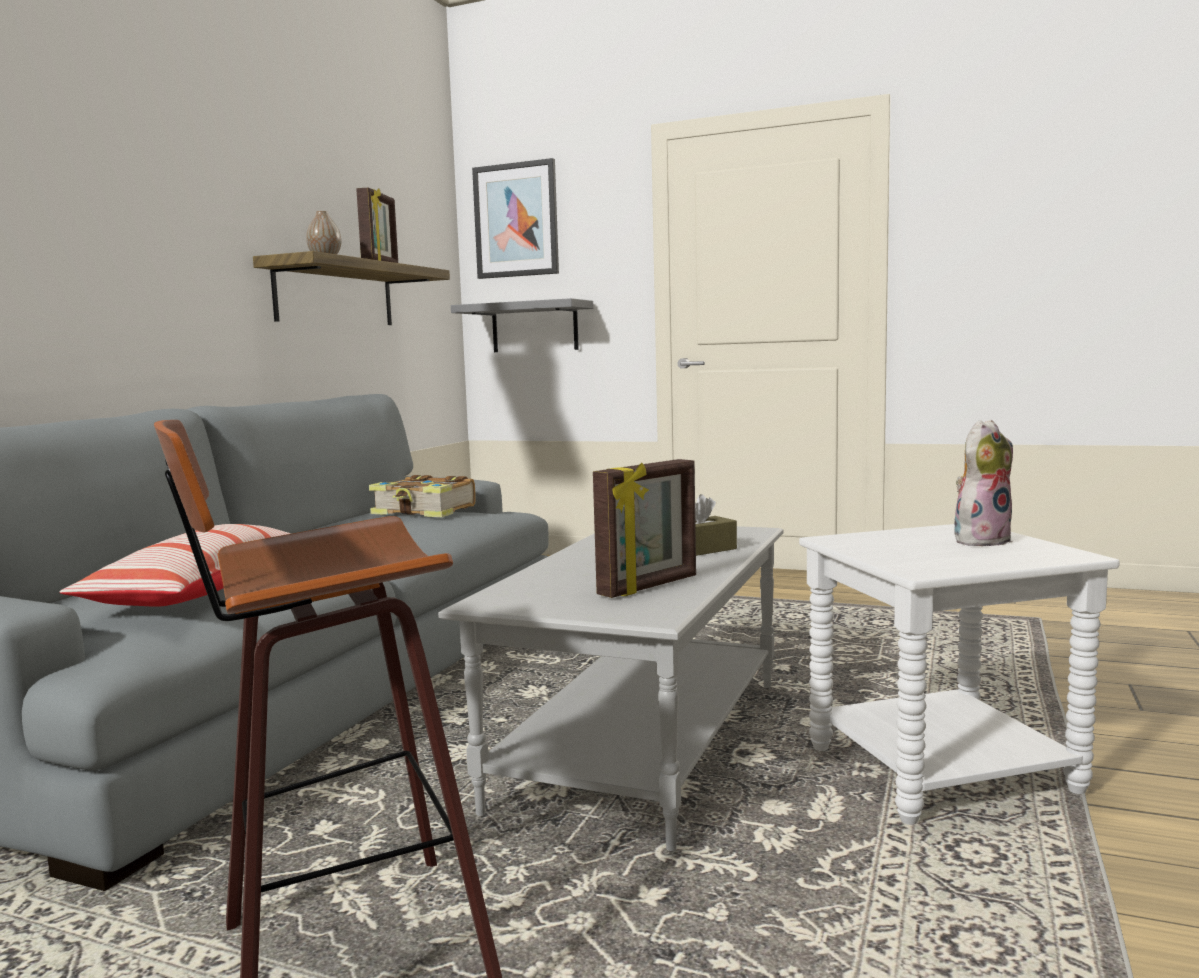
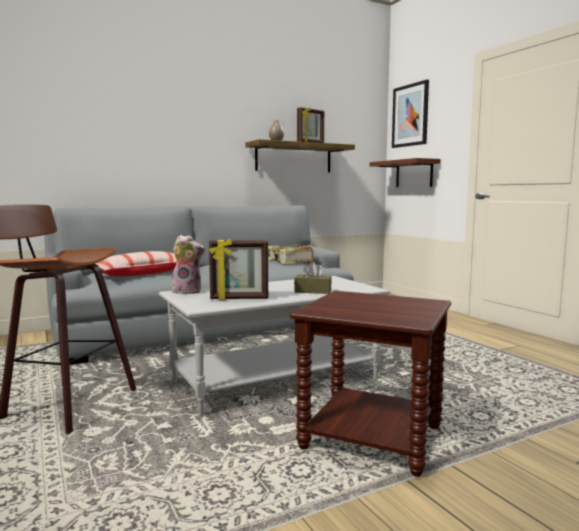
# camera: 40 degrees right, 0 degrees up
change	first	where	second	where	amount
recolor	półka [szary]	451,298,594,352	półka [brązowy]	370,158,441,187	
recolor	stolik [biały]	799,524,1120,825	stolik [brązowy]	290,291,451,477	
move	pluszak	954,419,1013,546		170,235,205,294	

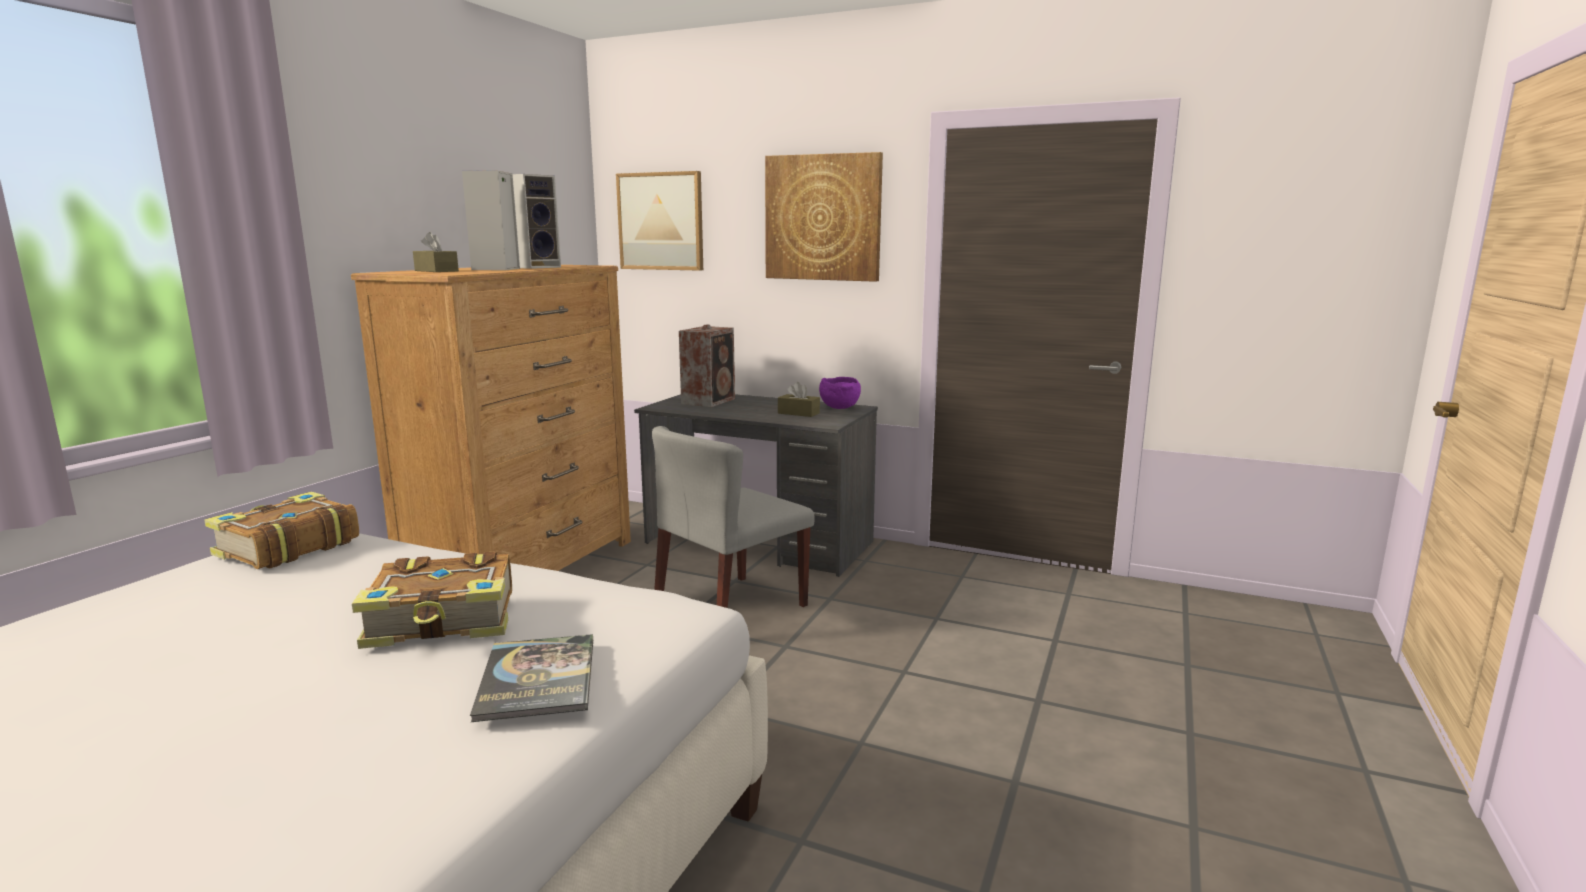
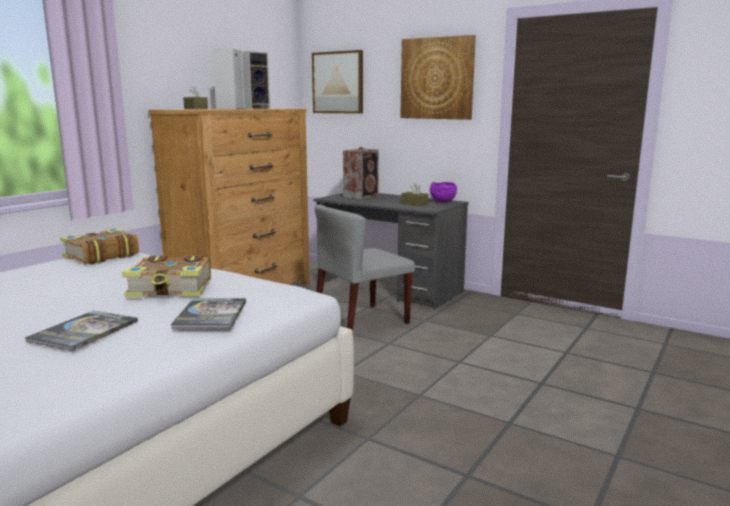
# camera: 10 degrees right, 0 degrees up
change	first	where	second	where	amount
insert			książka	24,311,138,351	

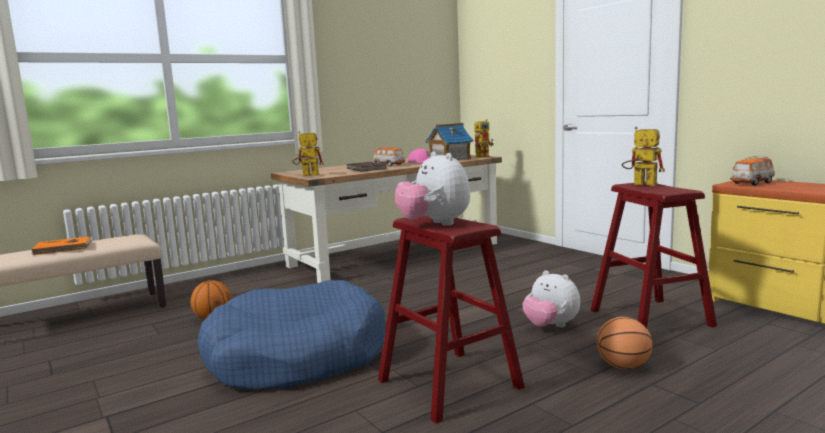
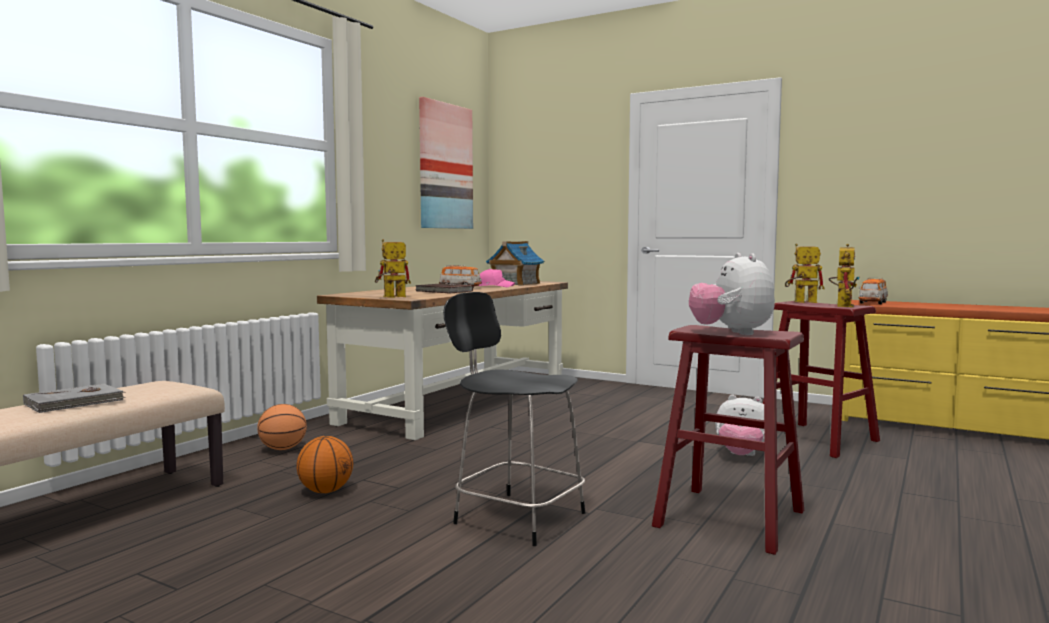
# camera: 25 degrees left, 5 degrees down
change	first	where	second	where	amount
recolor	książka [pomarańczowy]	31,236,92,255	książka [szary]	23,384,126,413	
replace	legowisko [niebieski]	197,280,385,390	stołek [czarny]	443,292,585,546	
rotate	pluszak	395,151,470,226		689,253,775,335	45 degrees clockwise
move	robot zabawkowy	474,119,494,158		829,244,860,307	
move	piłka do koszykówki	596,317,653,369		257,404,307,450	
insert			obraz	419,97,473,229	

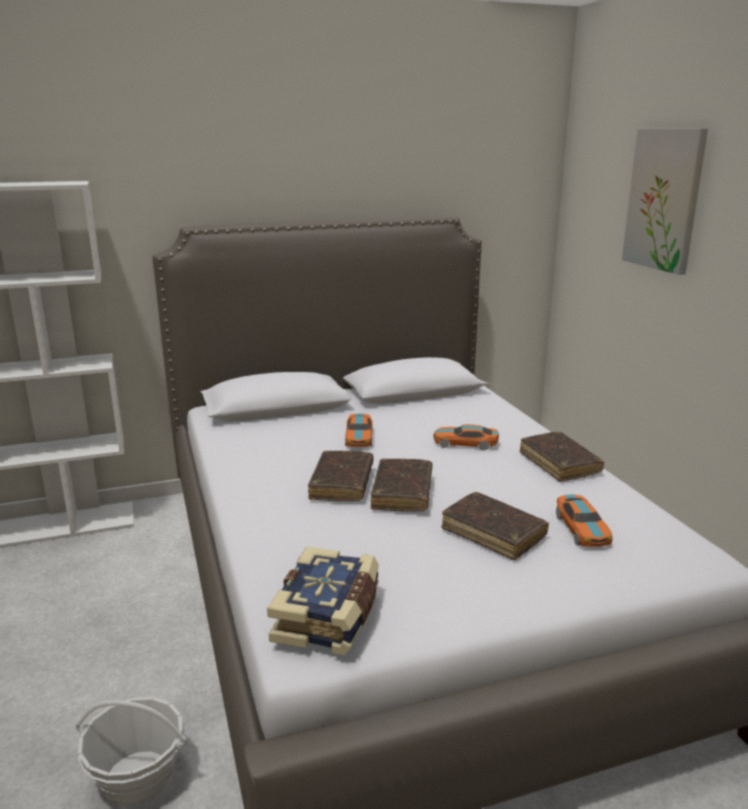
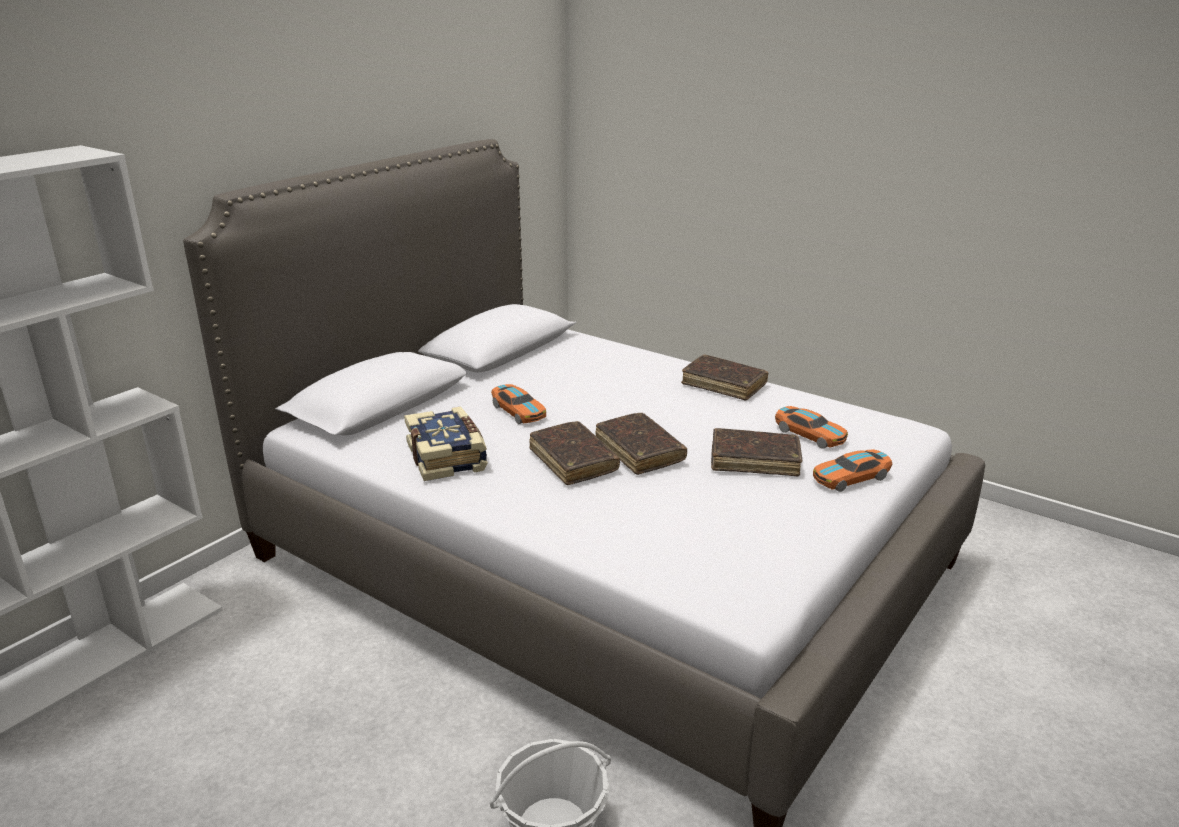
# camera: 35 degrees left, 5 degrees up
change	first	where	second	where	amount
move	książka	267,546,379,655		404,407,488,481	
move	samochodzik	433,424,499,450		813,449,892,492	
delete	obraz	622,129,708,275			

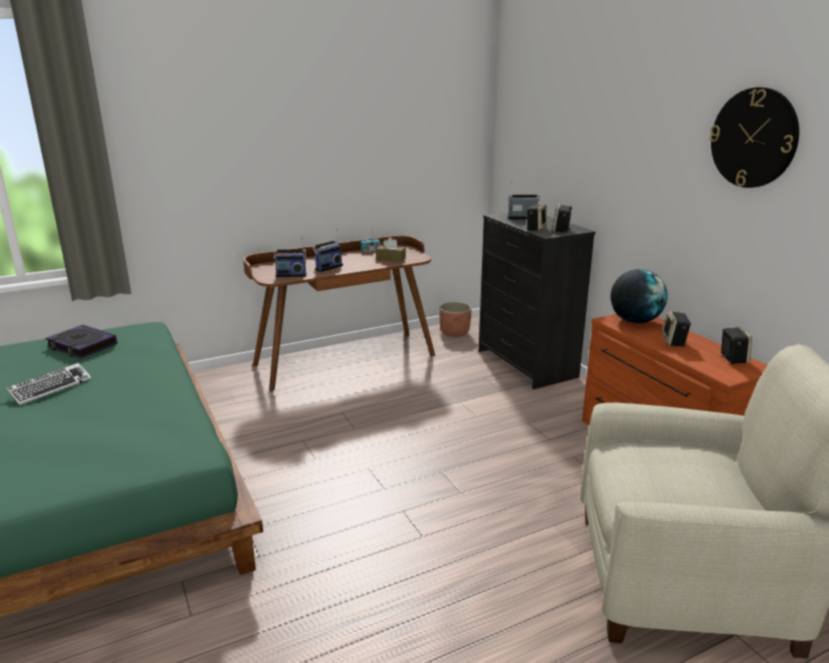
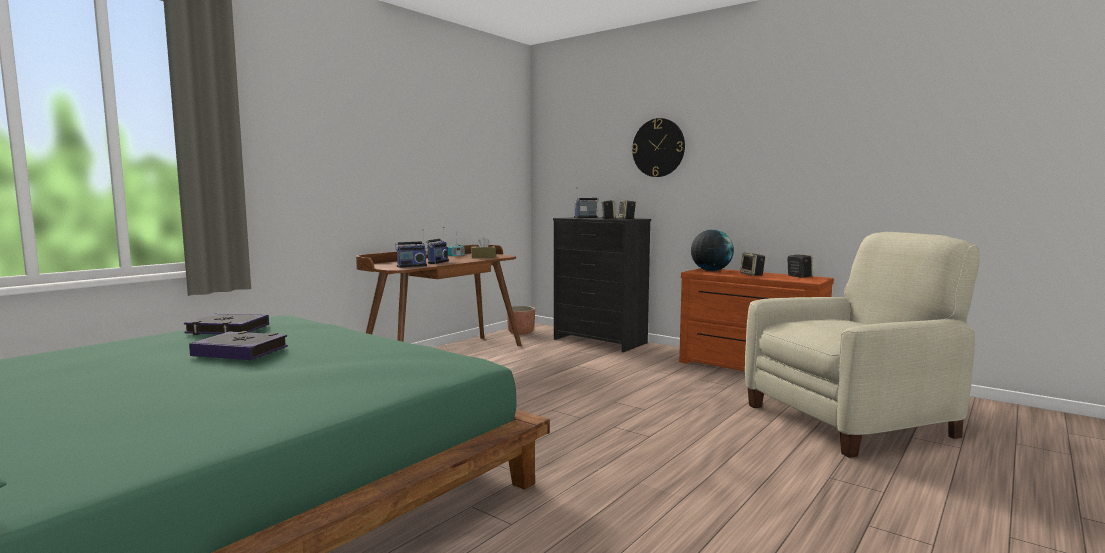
# camera: 25 degrees left, 15 degrees down
change	first	where	second	where	amount
replace	klawiatura	6,363,92,405	książka	189,331,288,360	
move	zegar ścienny	710,87,799,188		632,118,685,177	

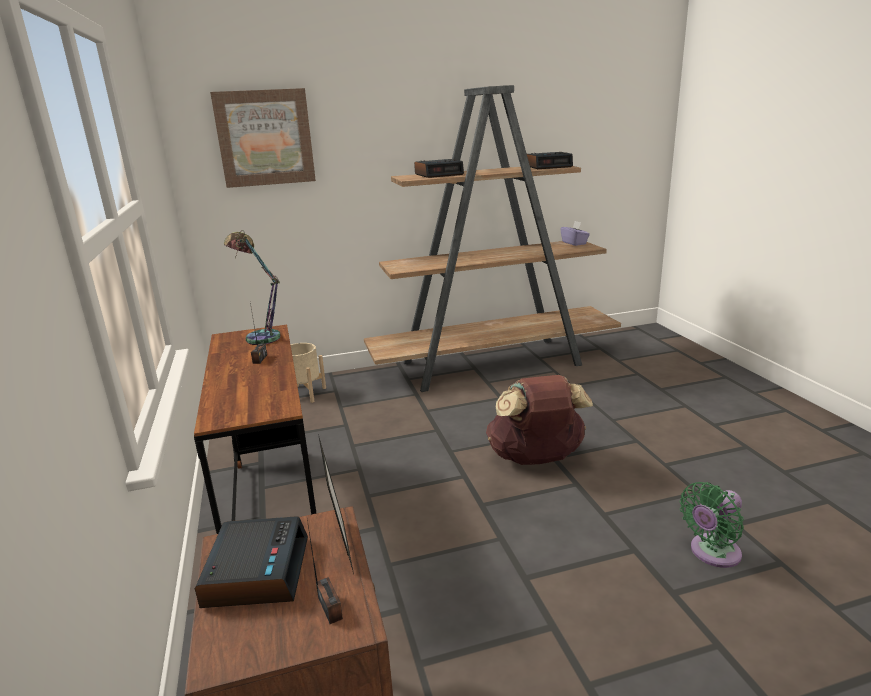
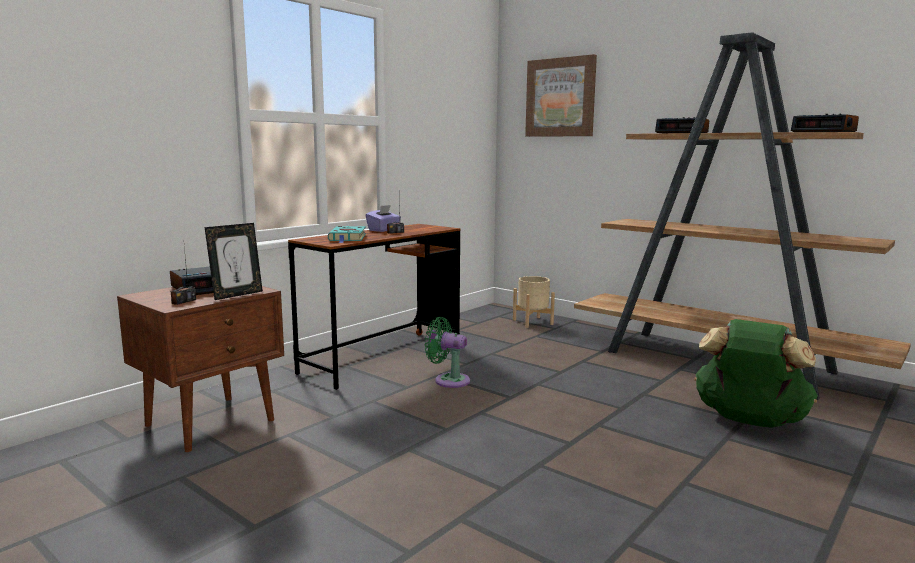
# camera: 55 degrees right, 10 degrees down
change	first	where	second	where	amount
delete	lampa stołowa	224,230,281,345			
delete	plecak [brązowy]	486,375,593,465			
move	pudełko chusteczek [fioletowy]	560,221,590,246		366,205,401,232	
move	wentylator [zielony]	680,482,744,568		425,317,470,388	
insert			książka [turkusowy]	328,226,366,243	
insert			plecak [zielony]	694,319,818,428	

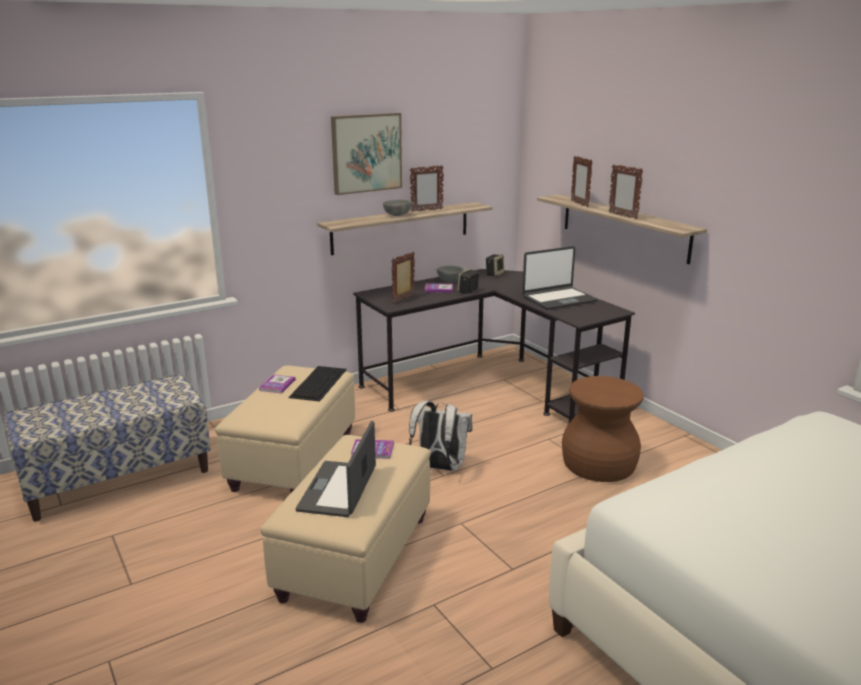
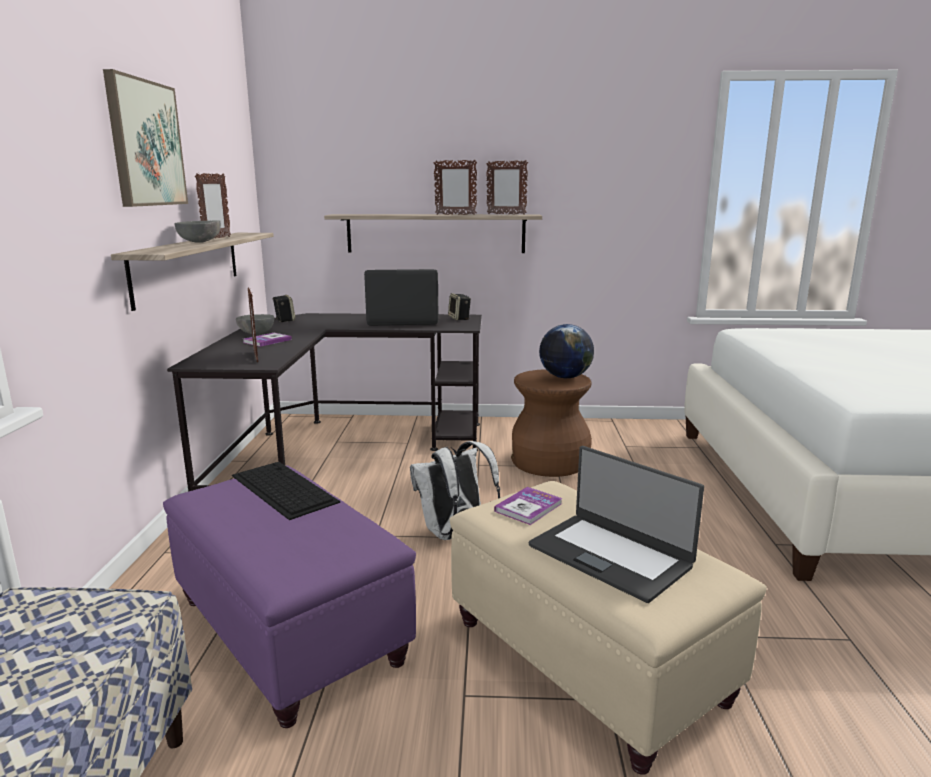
# camera: 55 degrees left, 5 degrees down
change	first	where	second	where	amount
recolor	pufa [beżowy]	215,365,355,492	pufa [fioletowy]	163,465,416,728	
delete	książka	259,374,296,394			
move	głośnik	457,269,479,294		448,293,471,320	
rotate	laptop	522,246,598,310		364,269,439,326	105 degrees counterclockwise
move	ramka na zdjęcie	571,156,593,208		486,160,528,215	
insert			globus	539,324,594,378	

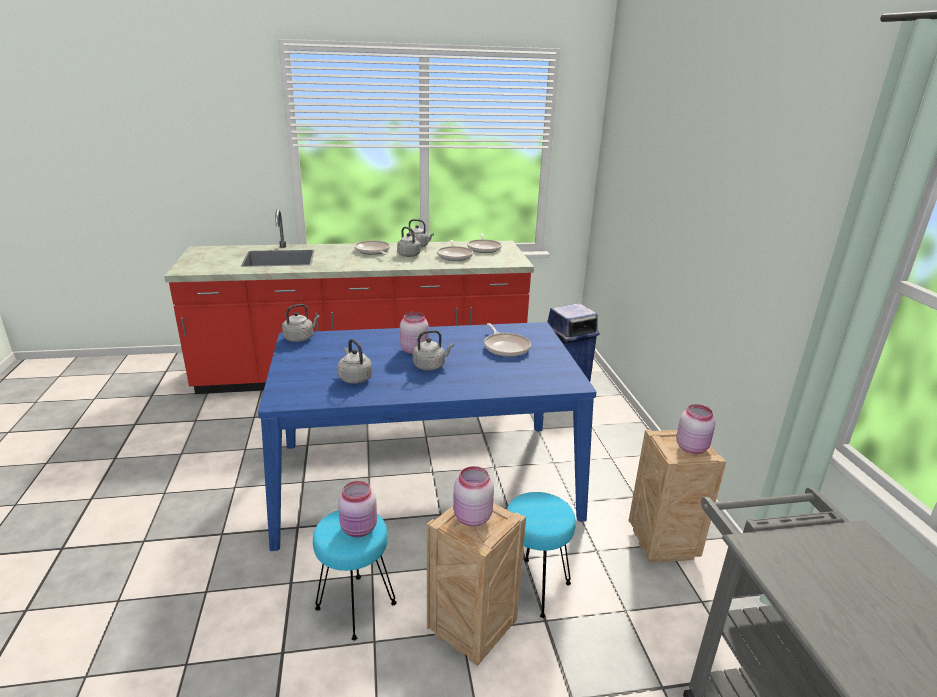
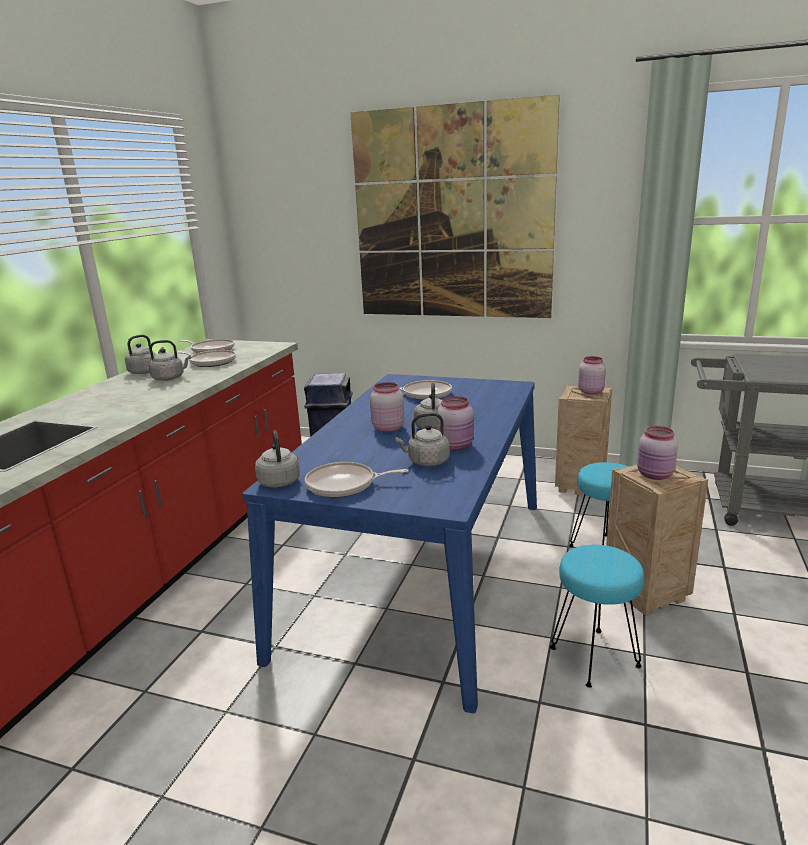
# camera: 60 degrees left, 5 degrees down
change	first	where	second	where	amount
move	słoik [różowy]	338,481,377,537		437,396,474,450	
move	patelnia	354,240,390,255		305,462,409,498	
insert			obraz	350,95,560,318	

